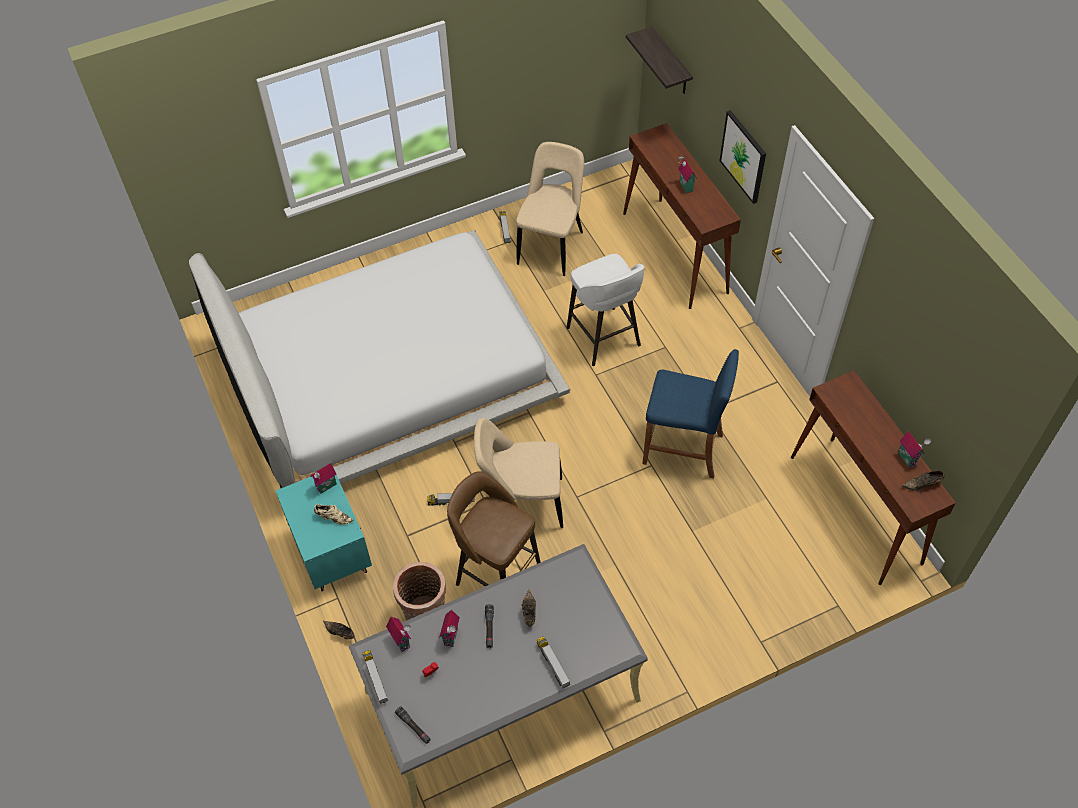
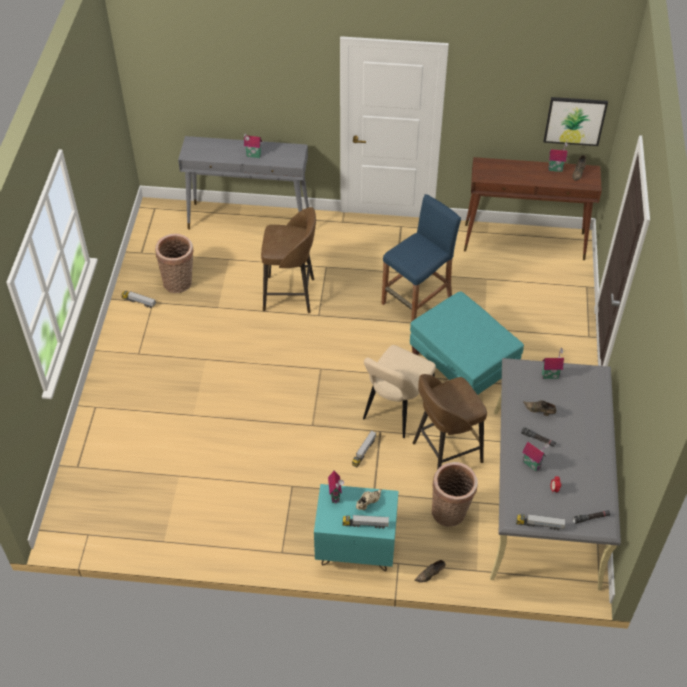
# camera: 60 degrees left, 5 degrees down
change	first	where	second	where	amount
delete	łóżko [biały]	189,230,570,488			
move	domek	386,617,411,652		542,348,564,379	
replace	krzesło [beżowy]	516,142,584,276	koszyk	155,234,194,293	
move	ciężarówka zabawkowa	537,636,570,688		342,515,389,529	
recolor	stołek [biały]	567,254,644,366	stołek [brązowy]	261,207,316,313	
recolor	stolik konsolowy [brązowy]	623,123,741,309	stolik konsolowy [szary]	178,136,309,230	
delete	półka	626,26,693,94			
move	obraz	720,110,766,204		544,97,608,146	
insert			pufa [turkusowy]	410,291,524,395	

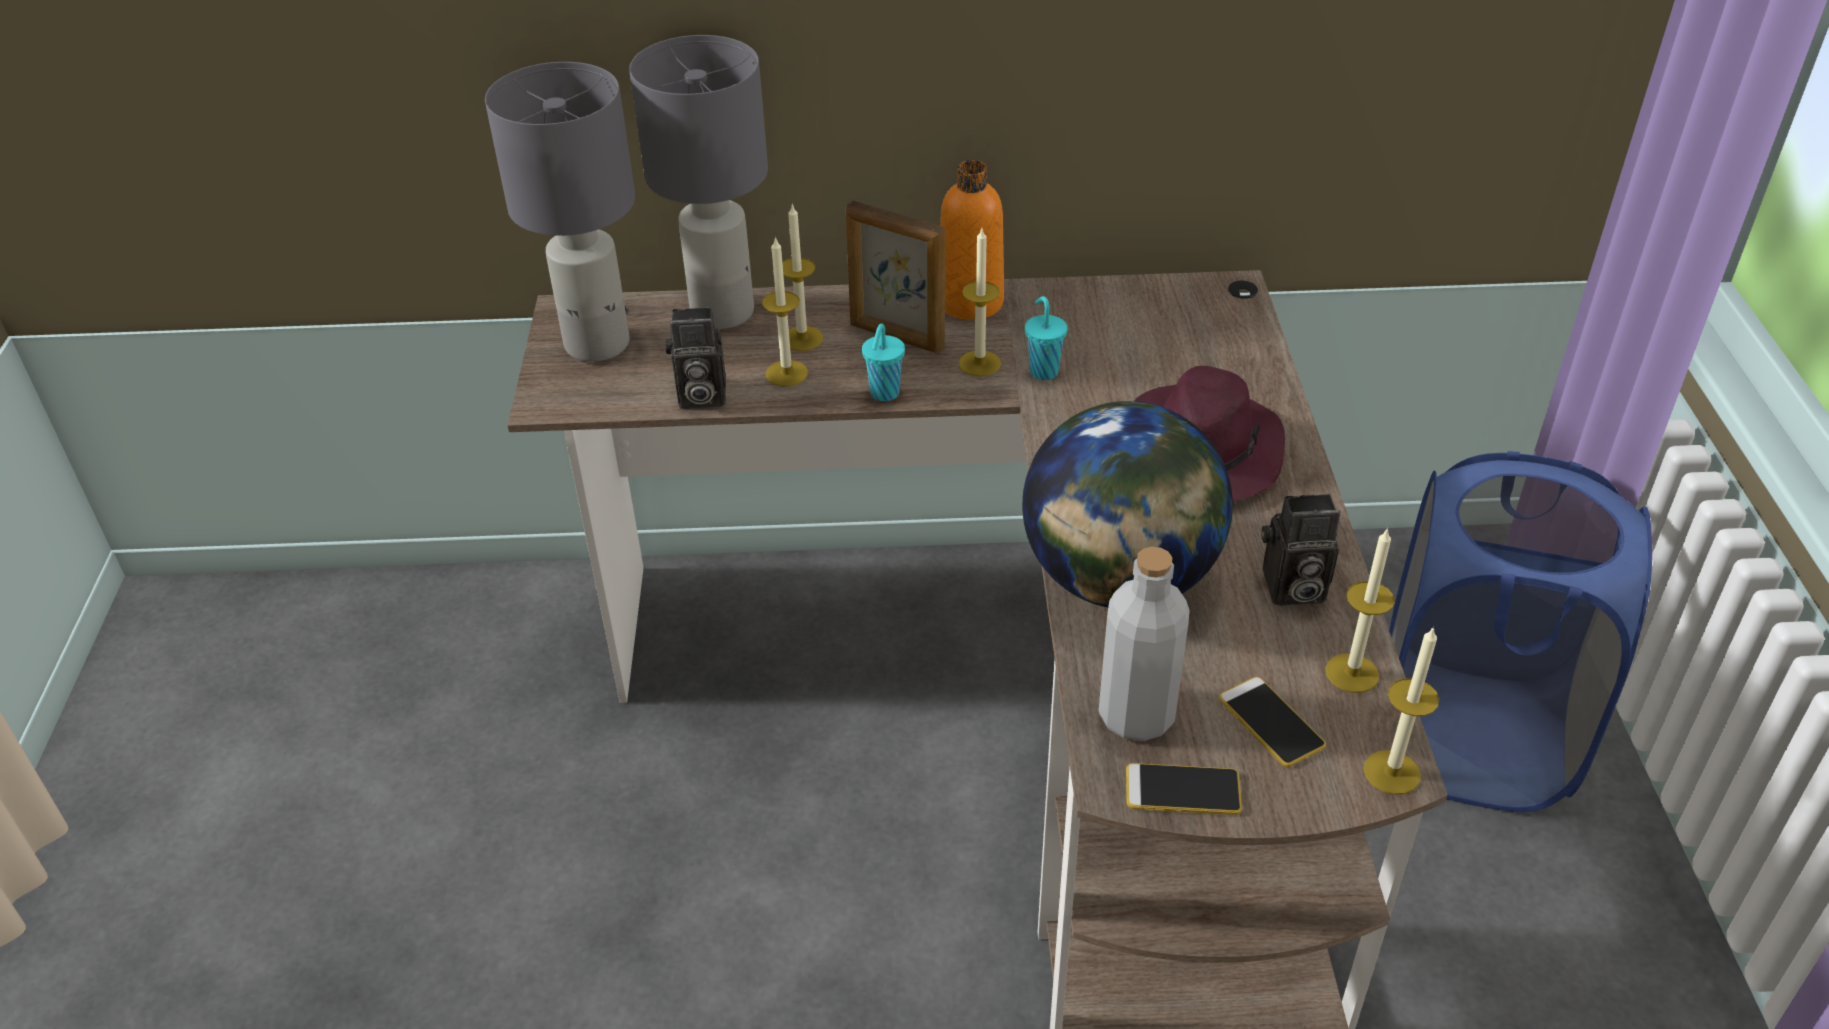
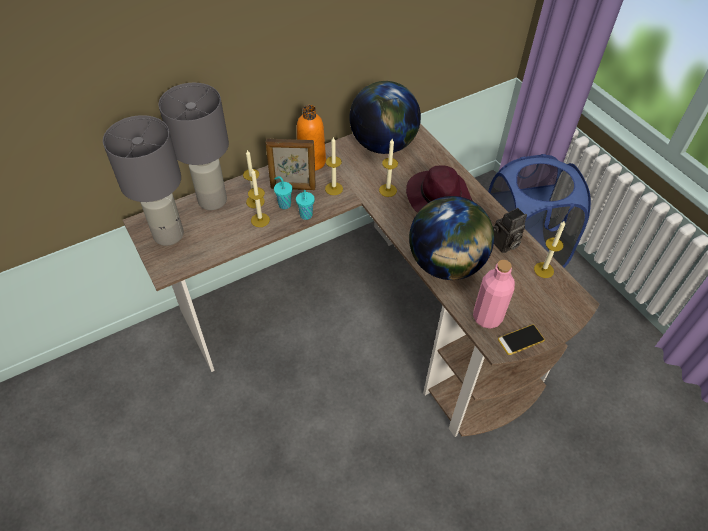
# camera: 30 degrees left, 10 degrees up
change	first	where	second	where	amount
delete	aparat fotograficzny	665,307,726,409			
move	filiżanka [turkusowy]	1025,296,1068,380		274,176,292,209	
recolor	butelka [szary]	1099,546,1190,741	butelka [różowy]	473,260,515,329	
delete	telefon	1219,677,1326,767			
move	świeca	1364,626,1439,795		379,139,398,197	
insert			globus	349,81,421,154	

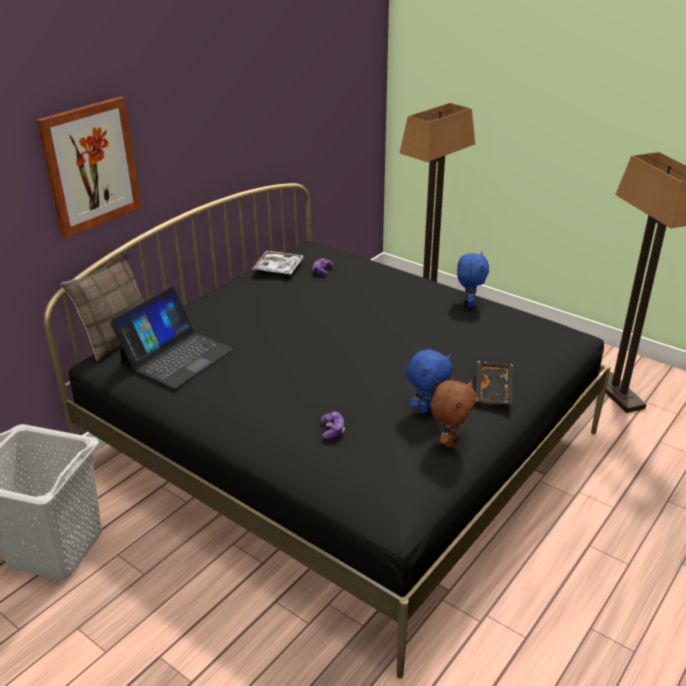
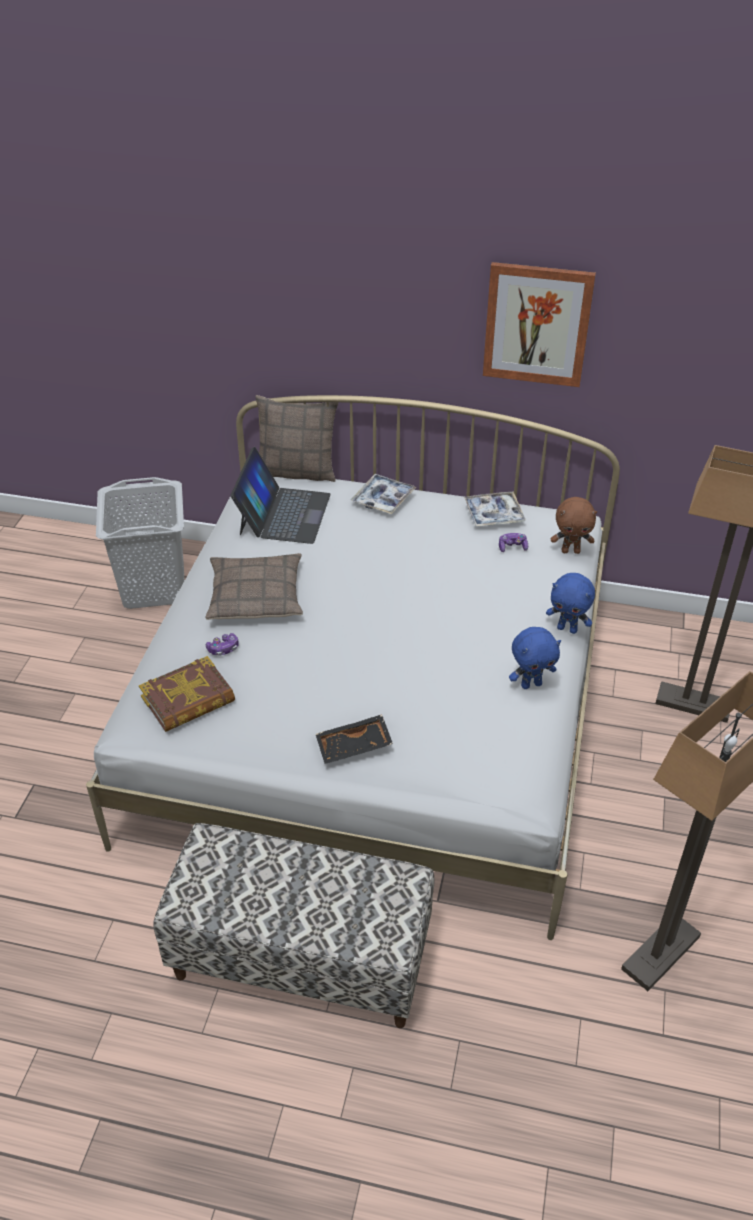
# camera: 65 degrees right, 10 degrees up
change	first	where	second	where	amount
move	obraz	36,97,141,238		483,262,596,387	
recolor	łóżko [czarny]	44,183,611,679	łóżko [biały]	86,395,620,940	
rotate	laptop	110,286,233,389		231,447,331,544	90 degrees counterclockwise
move	pluszak [niebieski]	406,349,453,414		546,573,595,634	
move	pluszak [brązowy]	430,380,477,448		551,497,597,554	
insert			książka	139,656,235,732	
insert			ławka	153,823,435,1028	
insert			poduszka	205,553,303,620	
insert			taca	351,474,416,514	

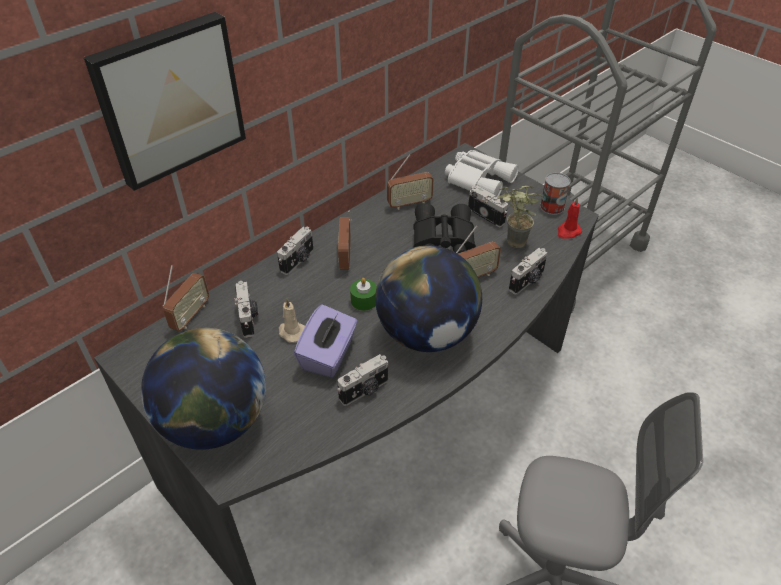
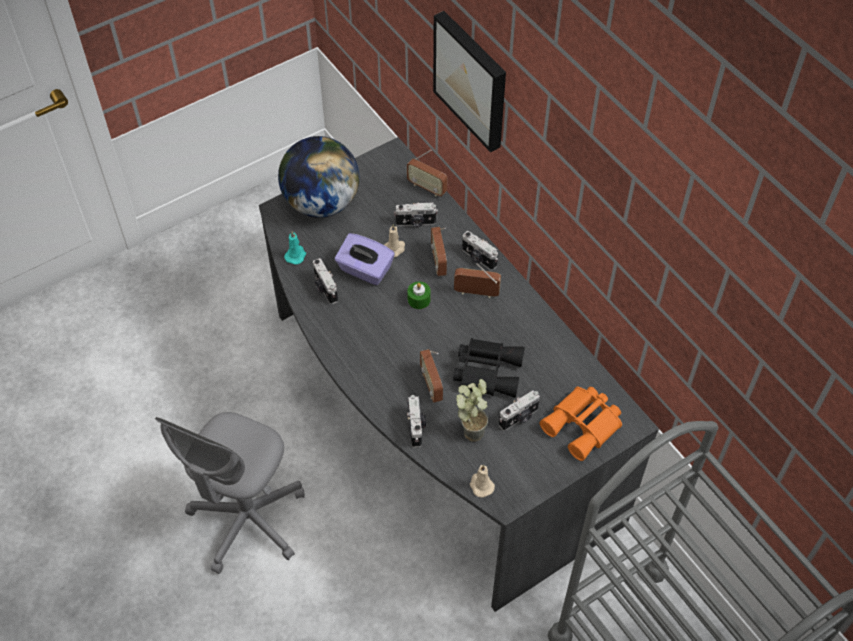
# camera: 100 degrees right, 10 degrees up
change	first	where	second	where	amount
delete	globus	375,245,482,352			
move	radio	387,154,434,210		431,227,447,276	
recolor	lornetka [biały]	445,150,519,197	lornetka [pomarańczowy]	540,386,622,461	
rotate	aparat fotograficzny	509,248,548,295		407,395,426,448	150 degrees counterclockwise
delete	puszka	540,173,571,215			
recolor	świeca [czerwony]	558,197,582,239	świeca [beżowy]	470,465,495,498	
insert			świeca [turkusowy]	284,231,306,265	

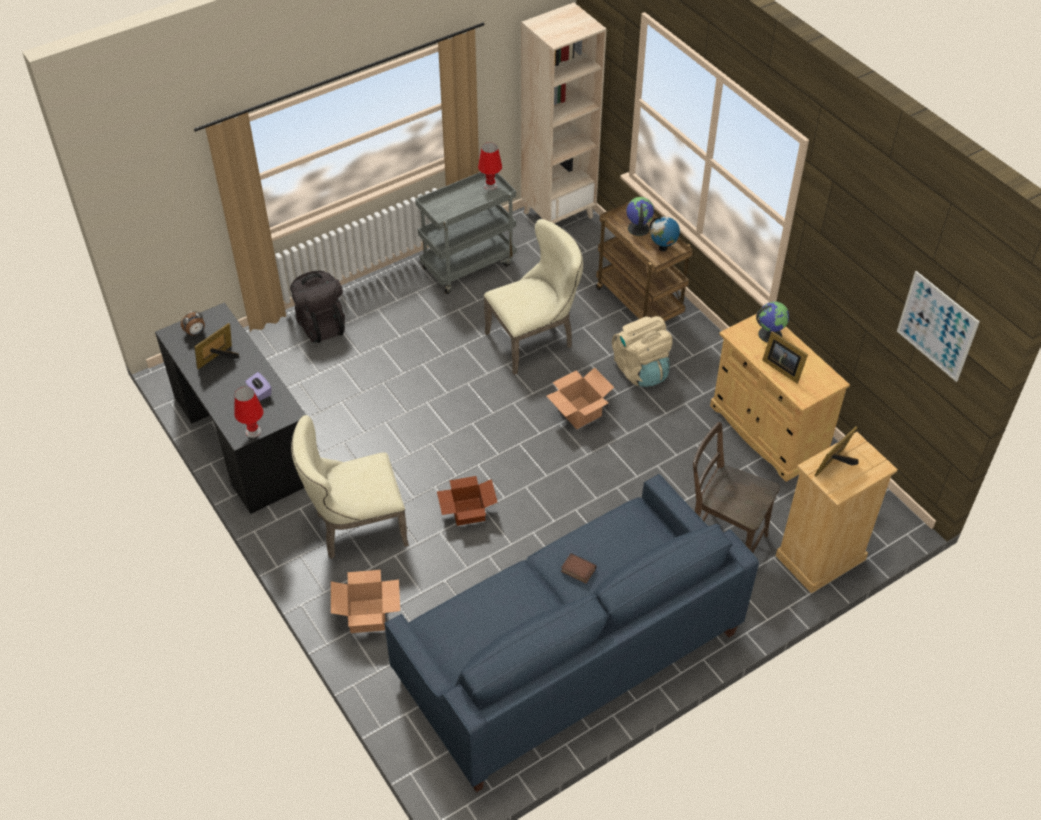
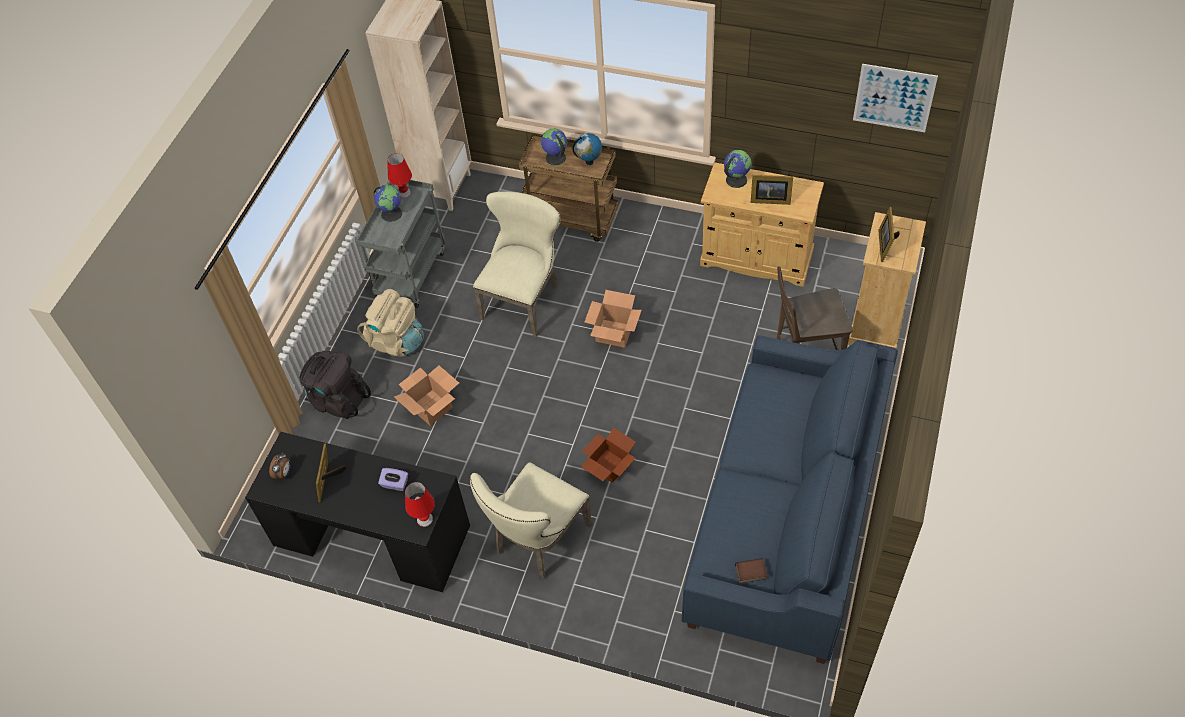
# camera: 35 degrees left, 5 degrees up
change	first	where	second	where	amount
move	karton	331,570,400,633		394,366,459,426	
move	książka	561,553,597,584		735,558,768,584	
move	plecak [beżowy]	612,316,672,387		357,289,424,357	
insert			globus	374,185,402,222	

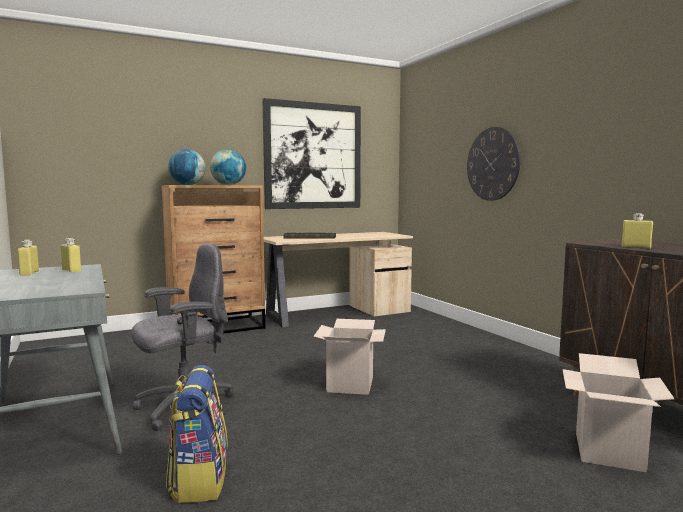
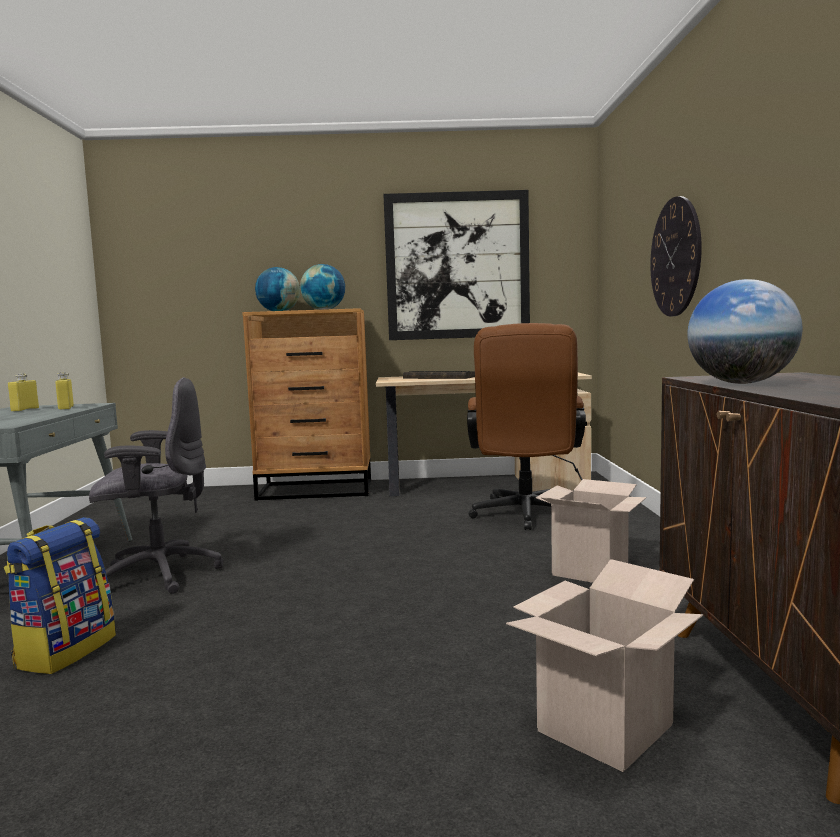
# camera: 25 degrees right, 0 degrees up
change	first	where	second	where	amount
move	karton	313,319,386,395		535,479,646,583	
replace	butelka [żółty]	622,213,653,249	globus	687,279,802,384	
insert			krzesło biurowe [brązowy]	467,323,586,530	

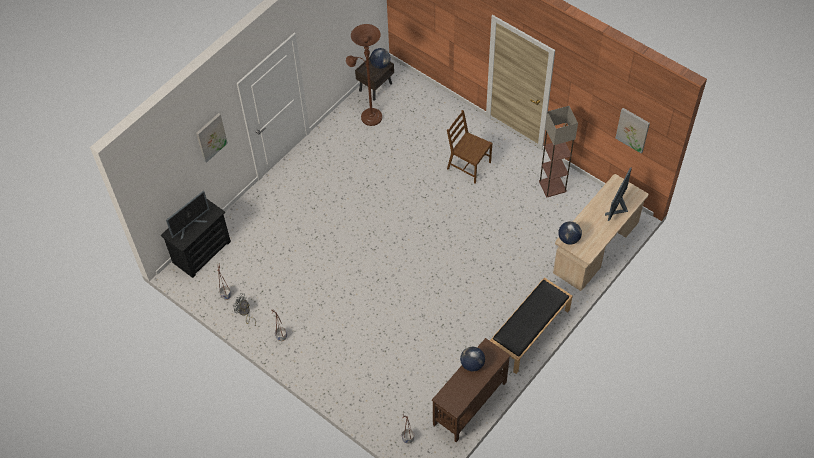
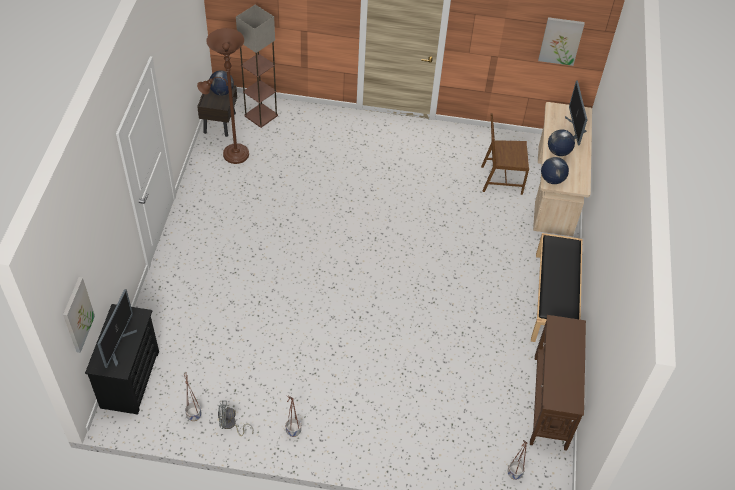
# camera: 35 degrees left, 5 degrees down
change	first	where	second	where	amount
move	obraz	196,113,228,163		63,277,95,353	
move	krzesło [brązowy]	447,110,492,184		481,113,529,195	
move	globus	460,347,485,371		548,129,575,156	
move	lampa stojąca	539,106,578,197		236,5,278,128	

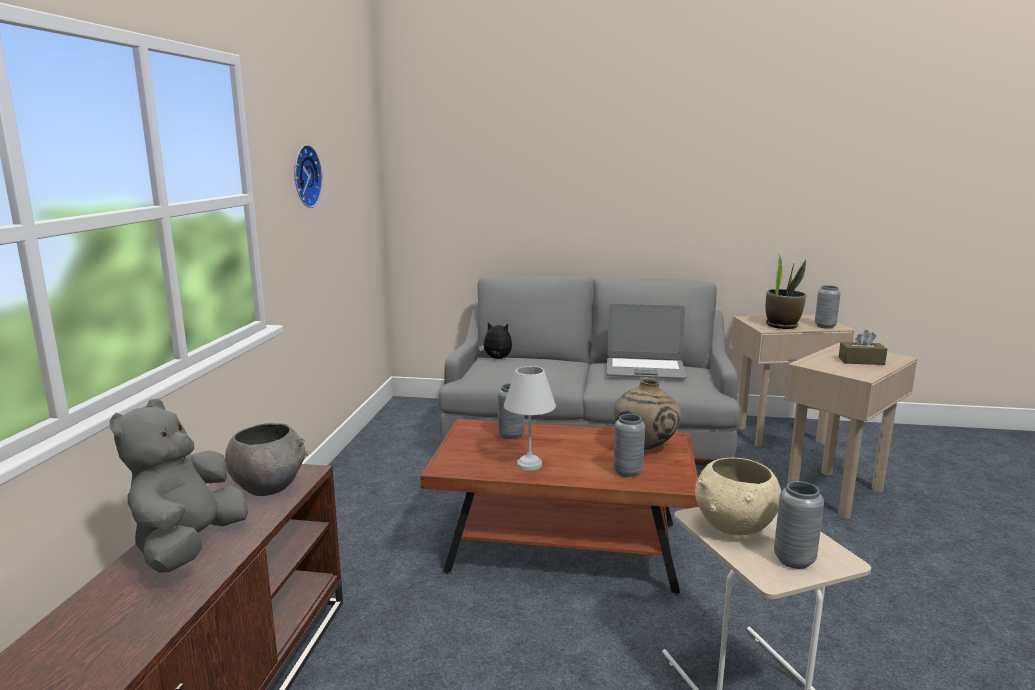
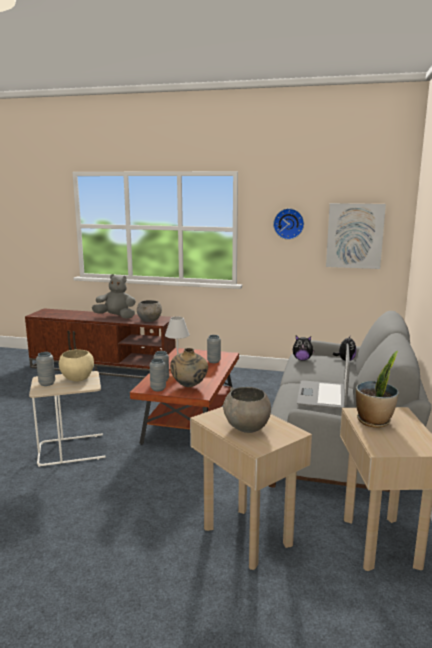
# camera: 95 degrees right, 0 degrees up
change	first	where	second	where	amount
move	wazon [szary]	815,285,841,329		150,358,166,391	
replace	pudełko chusteczek [brązowy]	838,330,887,365	miska [szary]	223,387,271,433	
insert			pluszak	293,336,315,361	
insert			obraz	326,203,386,269	

